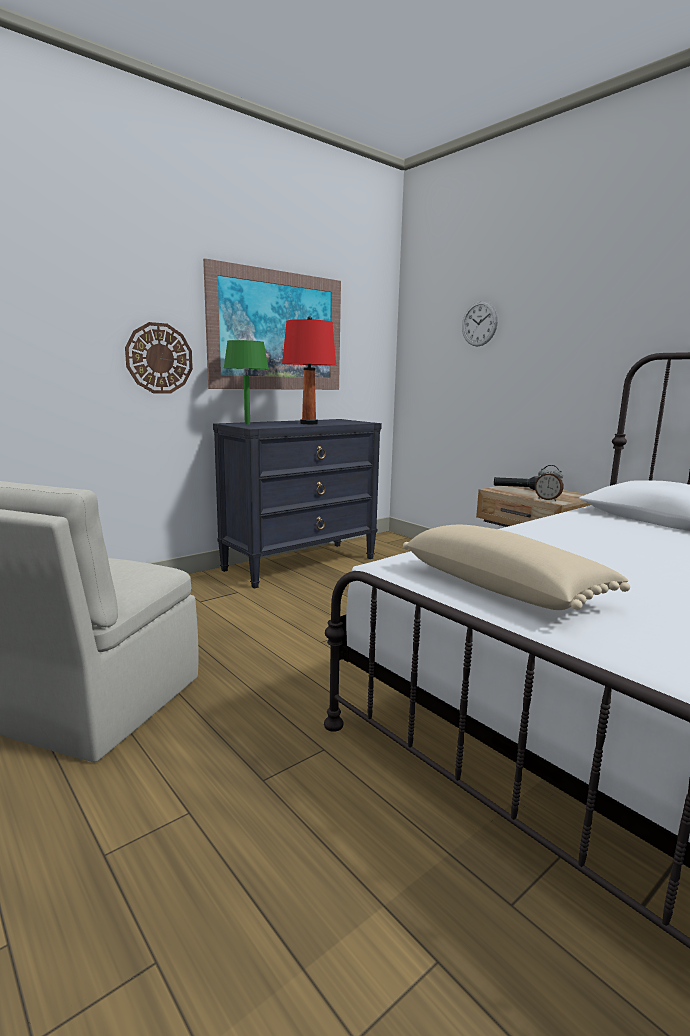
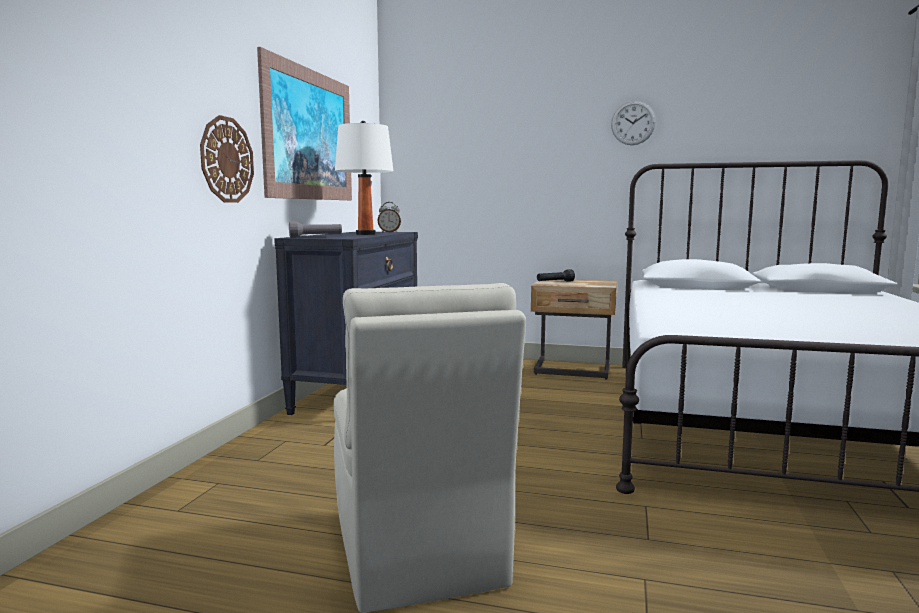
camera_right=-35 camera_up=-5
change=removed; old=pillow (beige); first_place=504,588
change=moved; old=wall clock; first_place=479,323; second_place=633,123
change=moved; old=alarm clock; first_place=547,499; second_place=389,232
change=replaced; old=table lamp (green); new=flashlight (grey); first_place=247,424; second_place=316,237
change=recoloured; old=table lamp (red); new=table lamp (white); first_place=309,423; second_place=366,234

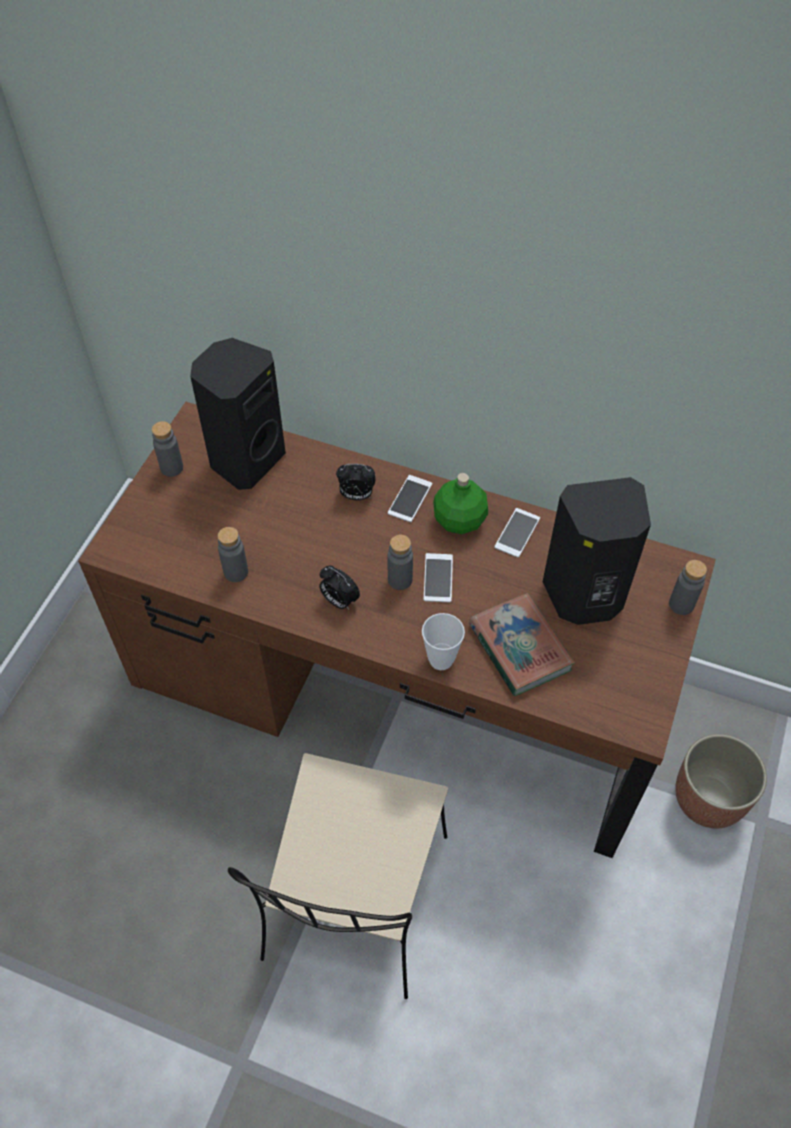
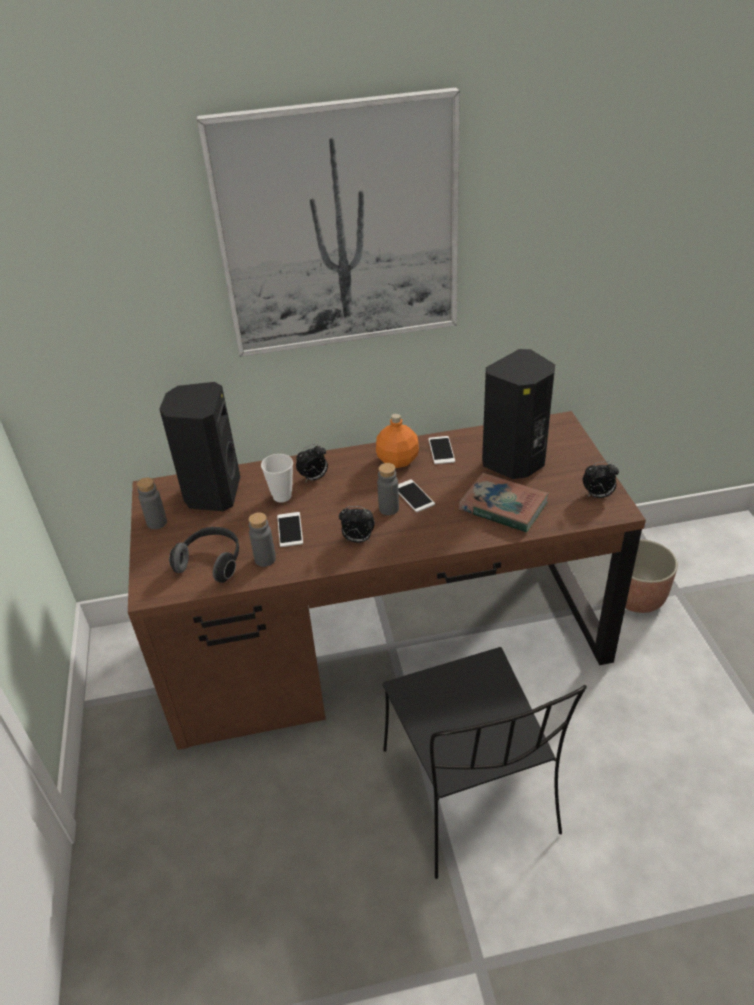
camera_right=-30 camera_up=-15
change=removed; old=bottle (grey); first_place=681,604
change=added; new=headphones; second_place=211,562
change=added; new=picture; second_place=339,229
change=added; new=alarm clock; second_place=597,495
change=moved; old=phone; first_place=410,498; second_place=290,529
change=moved; old=cup; first_place=441,659; second_place=282,496
change=recoloured; old=chair (beige); new=chair (black); first_place=355,902; second_place=471,794
change=recoloured; old=bottle (green); new=bottle (orange); first_place=458,520; second_place=397,460

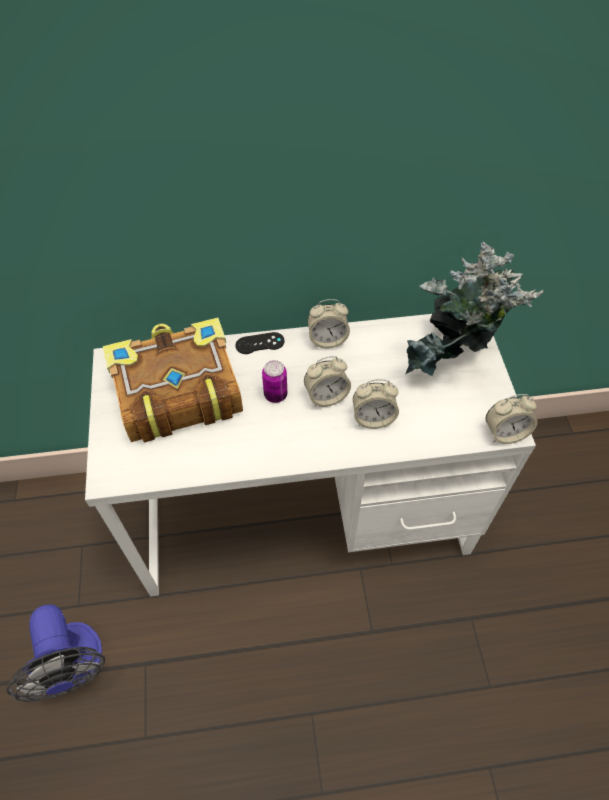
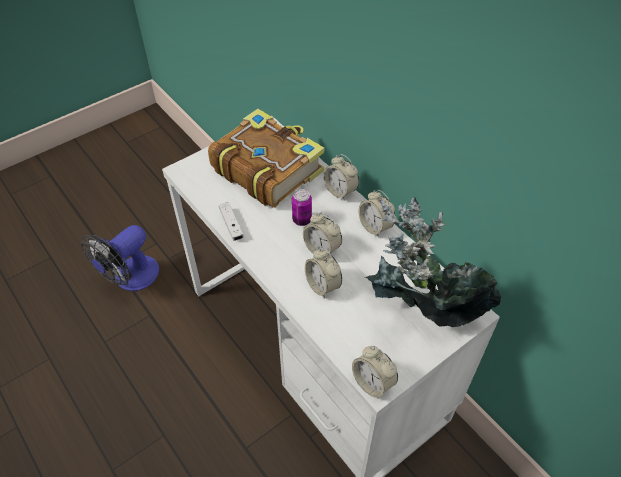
camera_right=60 camera_up=-5
change=added; new=game controller (white); second_place=231,225
change=replaced; old=game controller (black); new=alarm clock; first_place=260,343; second_place=340,191

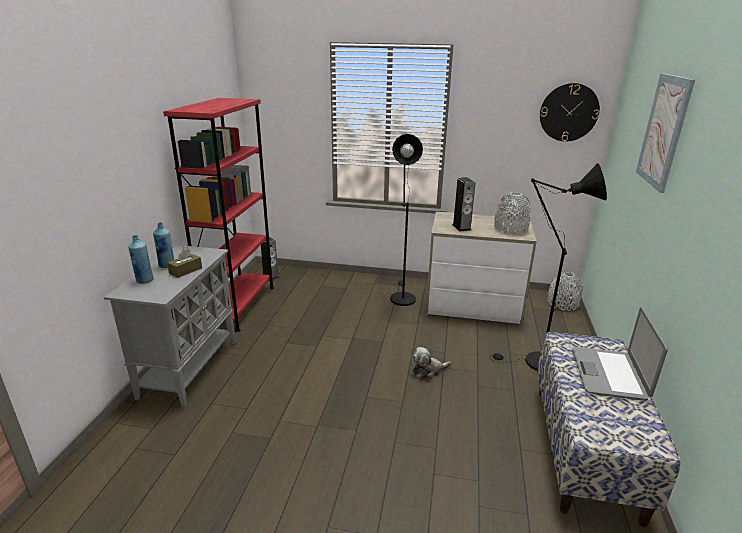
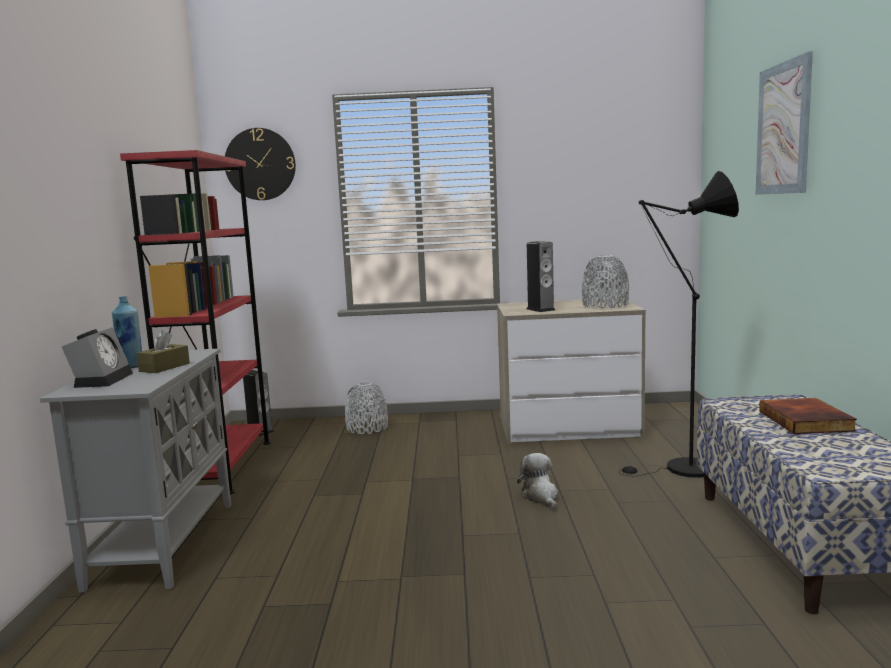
camera_right=-10 camera_up=-15
change=removed; old=floor lamp (black); first_place=401,297
change=moved; old=wall clock; first_place=569,112; second_place=260,164
change=moved; old=vase (grey); first_place=562,303; second_place=367,428
change=replaced; old=bottle (blue); new=alarm clock; first_place=144,280; second_place=102,379
change=replaced; old=laptop; new=book; first_place=609,374; second_place=807,421
change=turned; old=plush toy; first_place=428,371; second_place=540,497; degrees=105

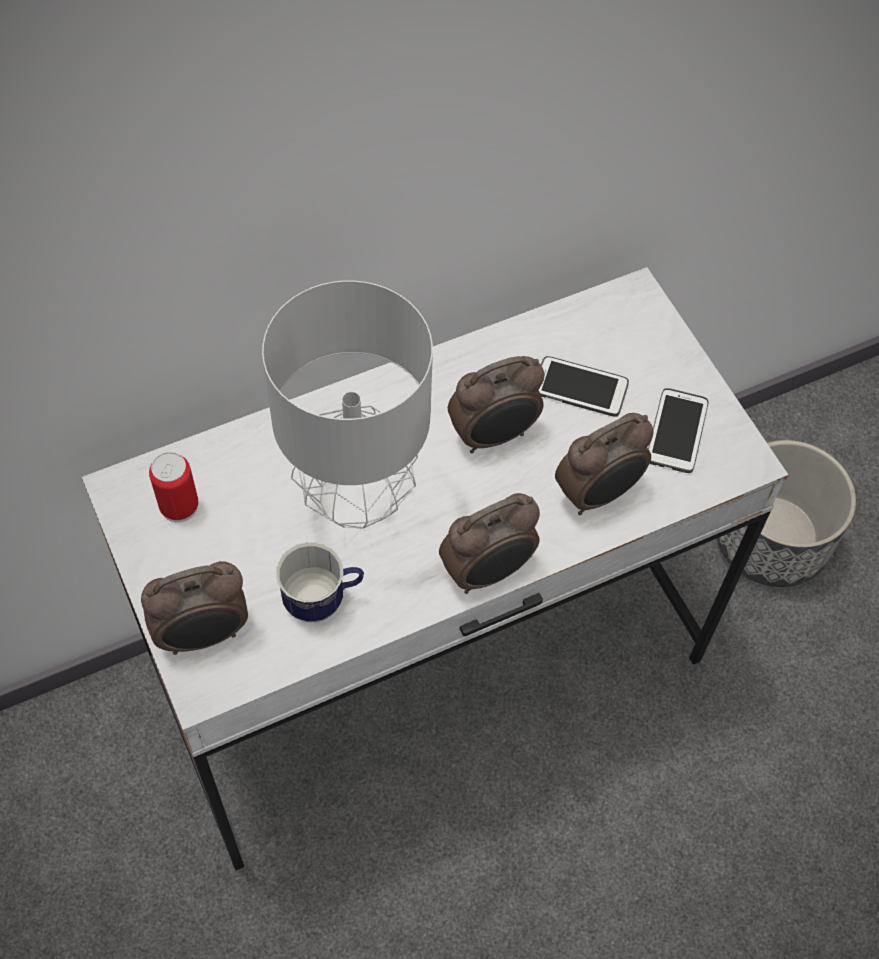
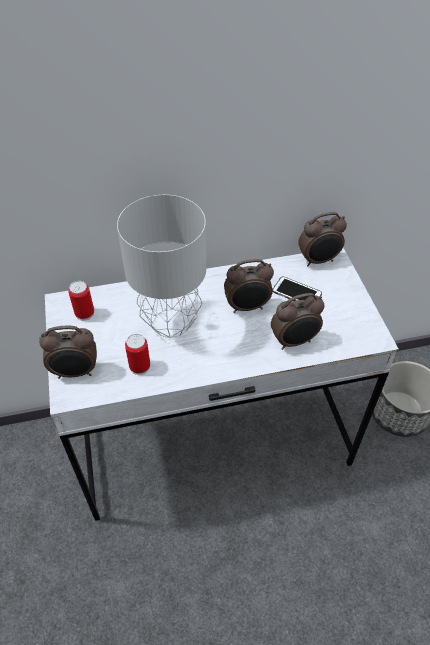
camera_right=15 camera_up=-10
change=removed; old=phone; first_place=677,431
change=moved; old=alarm clock; first_place=488,572; second_place=318,260
change=replaced; old=mug; new=can; first_place=323,600; second_place=140,366

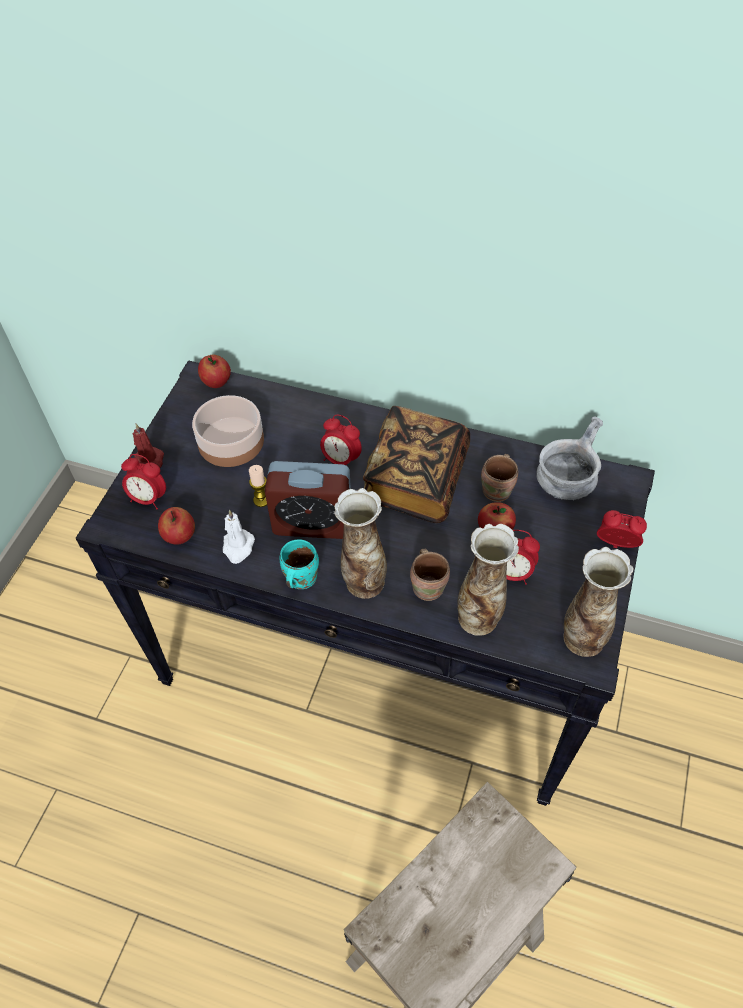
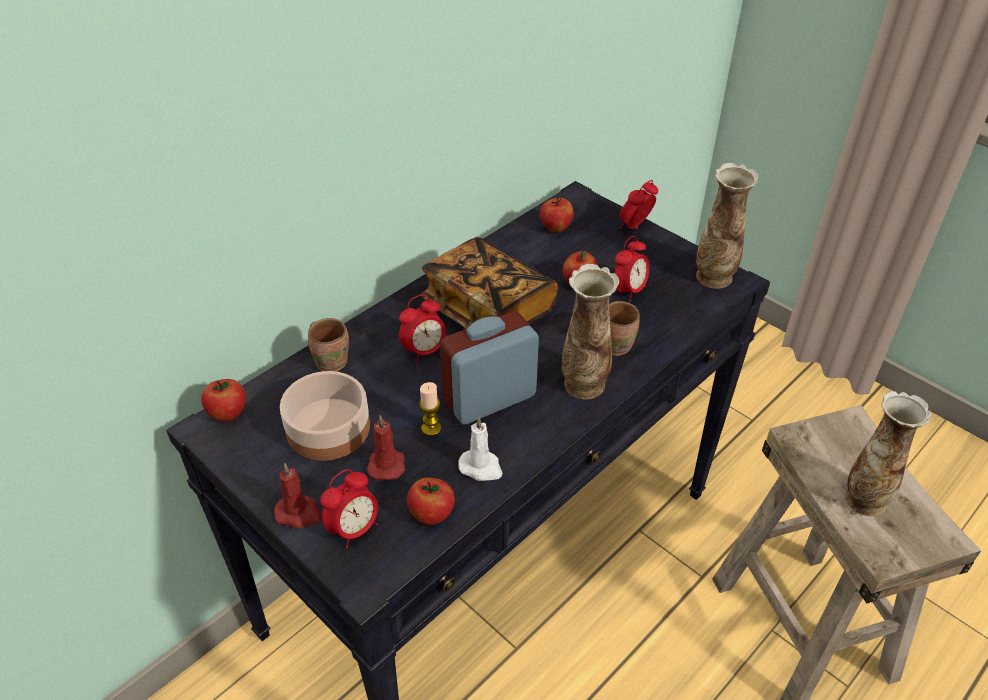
camera_right=-65 camera_up=-10
change=removed; old=mug (turquoise); first_place=299,579
change=added; new=candle (red); second_place=386,464
change=moved; old=vase; first_place=479,617; second_place=864,499
change=moved; old=mug (brown); first_place=498,490; second_place=332,360
change=replaced; old=bowl (grey); new=apple; first_place=564,483; second_place=555,228
change=turned; old=alarm clock; first_place=312,523; second_place=489,398; degrees=-150

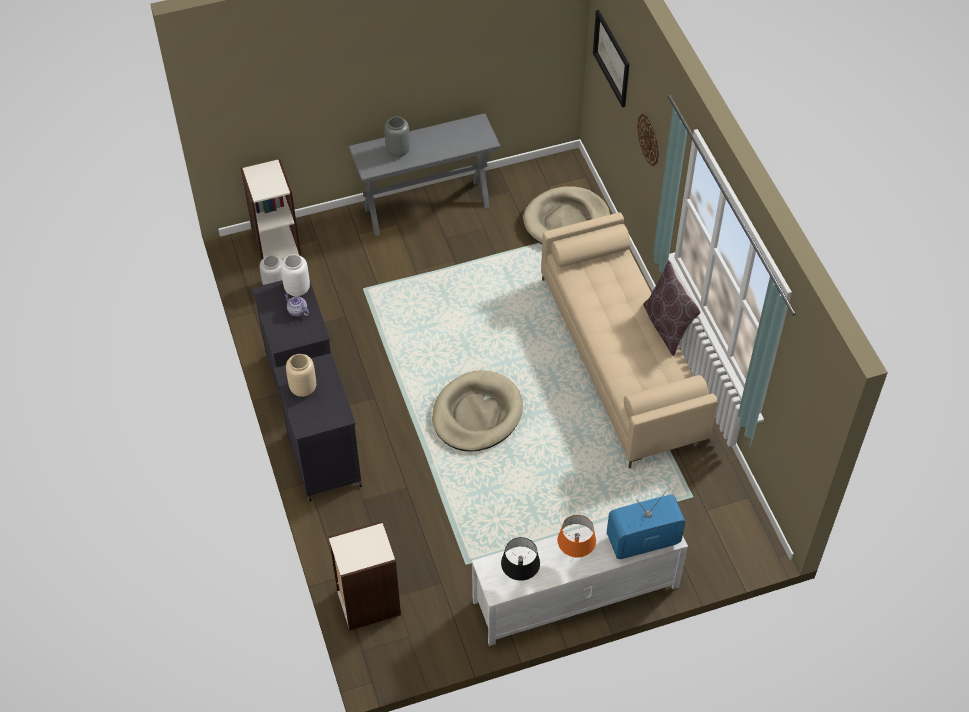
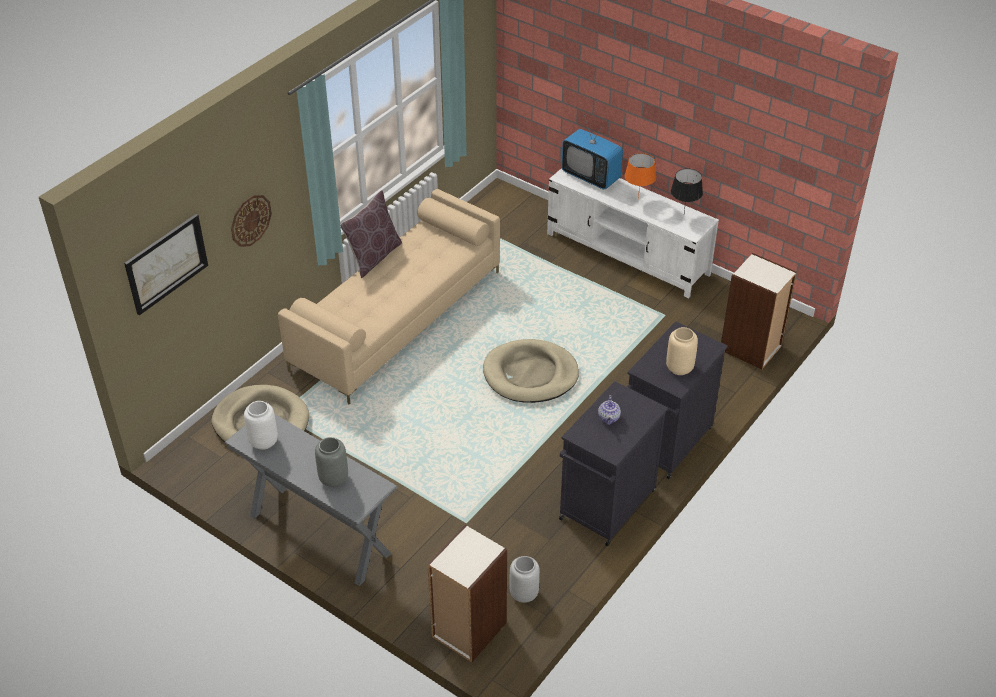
camera_right=-125 camera_up=-10
change=moved; old=vase (white); first_place=296,289; second_place=264,442

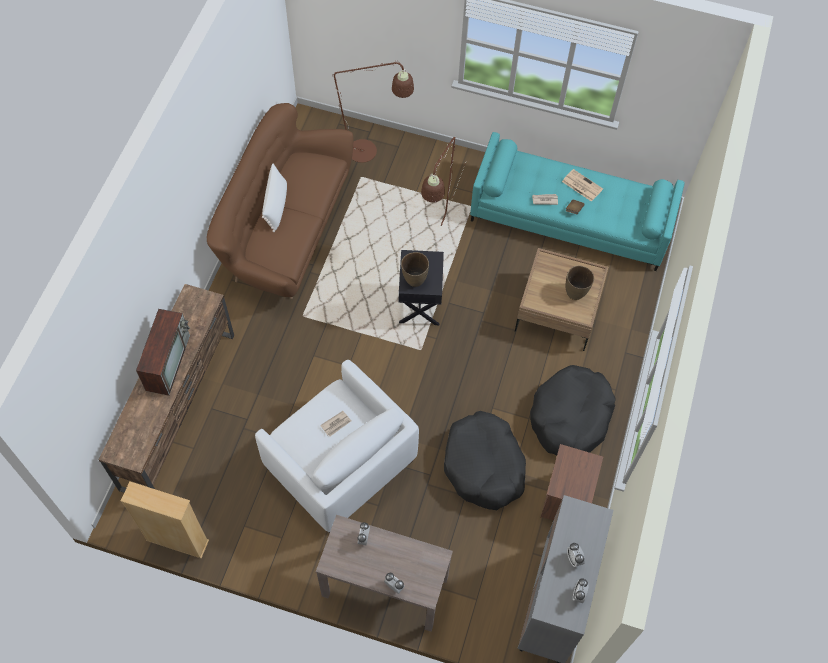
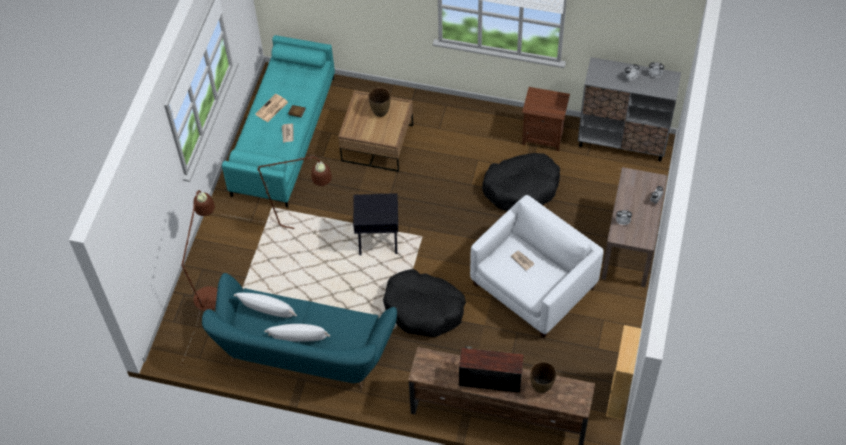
camera_right=-90 camera_up=-5
change=added; new=pillow (white); second_place=267,310
change=moved; old=vase (brown); first_place=414,280; second_place=541,386
change=moved; old=dog bed (black); first_place=570,417; second_place=424,308
change=recoloured; old=sofa (brown); new=sofa (turquoise); first_place=285,231; second_place=303,353

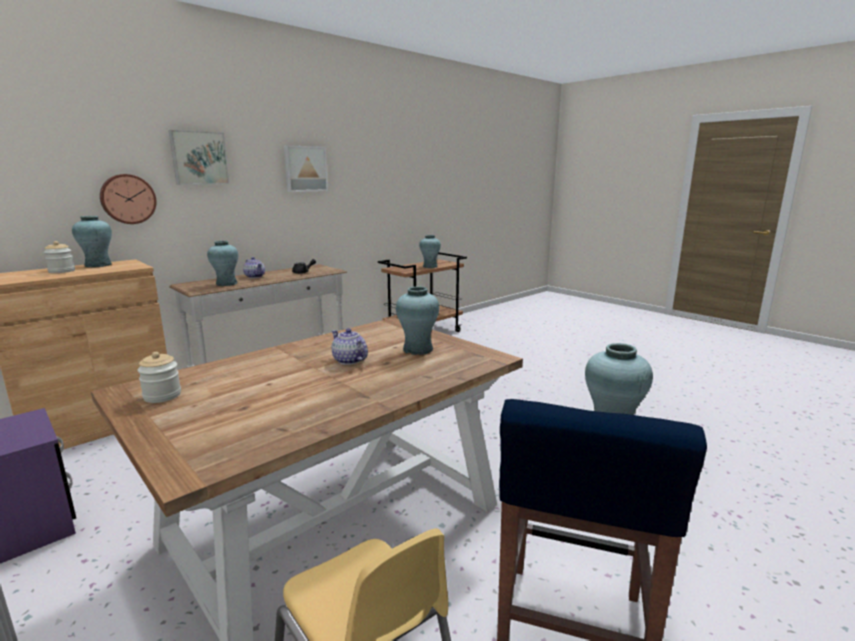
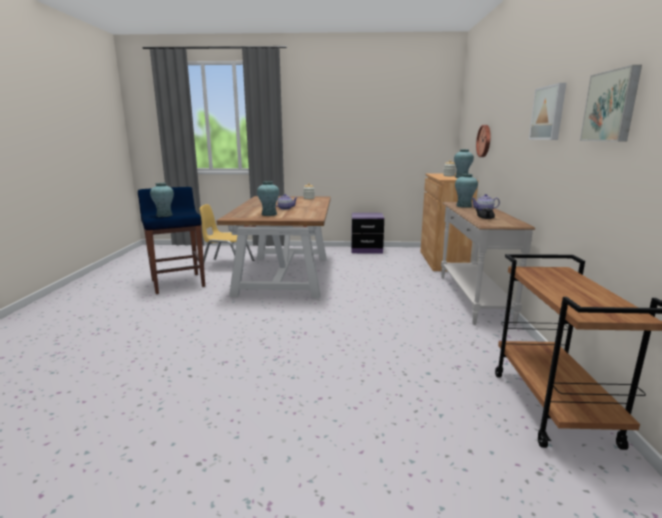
camera_right=135 camera_up=0
change=removed; old=vase (turquoise); first_place=430,266
change=moved; old=picture; first_place=199,158; second_place=612,106

